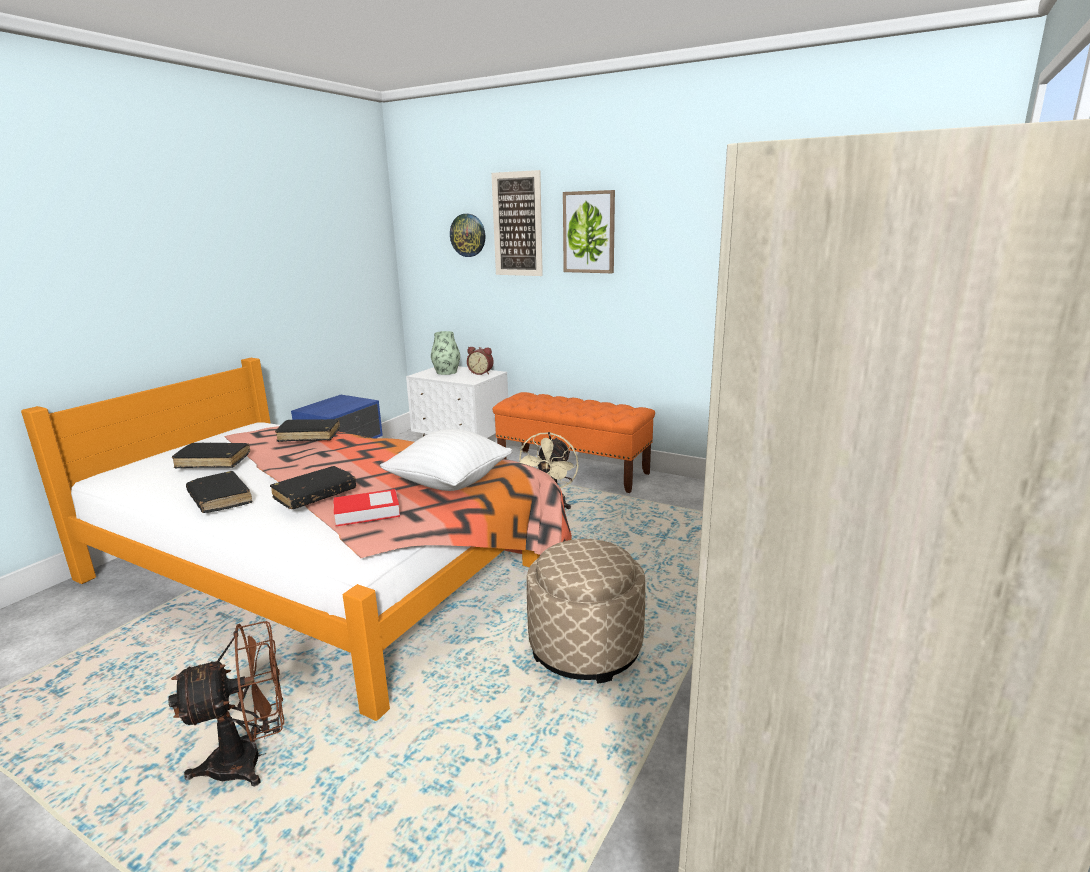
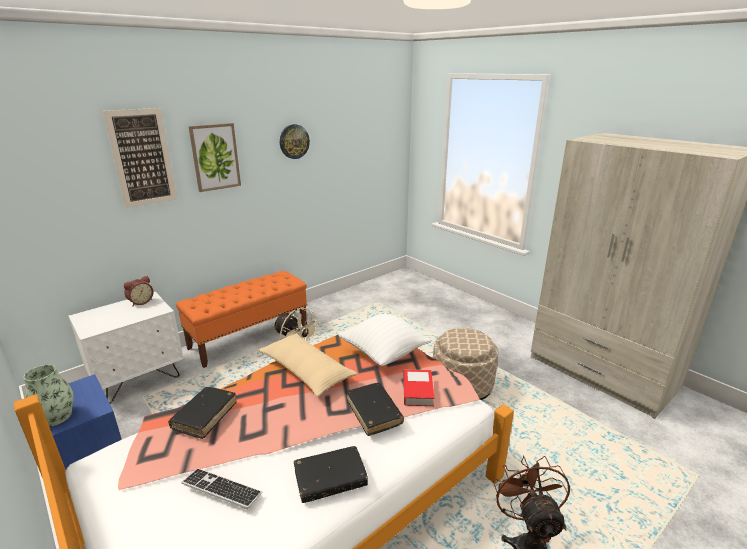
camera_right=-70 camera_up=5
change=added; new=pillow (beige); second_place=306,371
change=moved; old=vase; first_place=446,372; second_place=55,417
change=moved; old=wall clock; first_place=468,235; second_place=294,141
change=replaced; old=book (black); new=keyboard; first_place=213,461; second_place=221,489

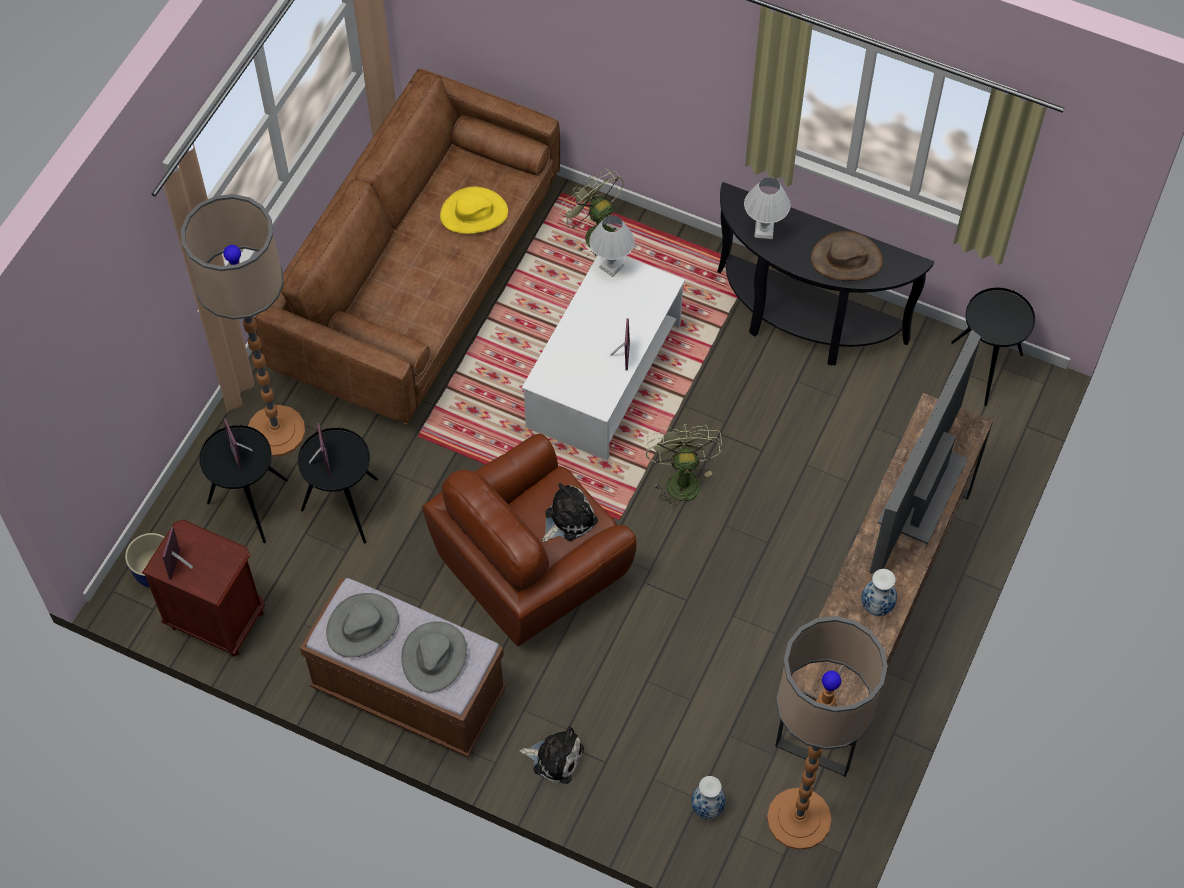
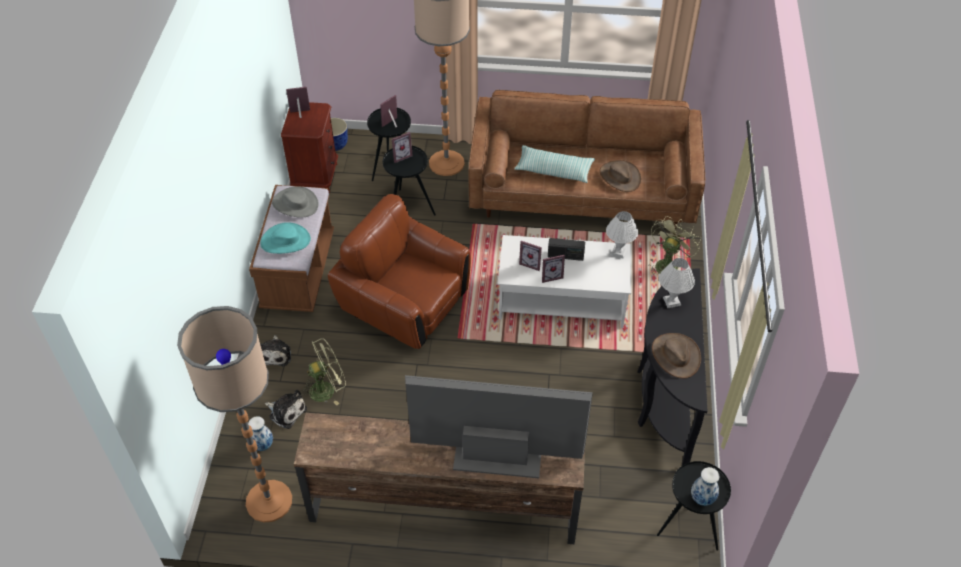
camera_right=70 camera_up=-10
change=added; new=pillow; second_place=554,170
change=added; new=picture frame; second_place=531,263
change=added; new=radio; second_place=565,256
change=moved; old=plush toy; first_place=568,519; second_place=286,412
change=moved; old=fan (green); first_place=681,479; second_place=327,388
change=moved; old=vase; first_place=876,606; second_place=702,498
change=recoloured; old=hat (grey); new=hat (turquoise); first_place=434,657; second_place=285,241
change=recoloured; old=hat (yellow); new=hat (brown); first_place=474,214; second_place=619,177

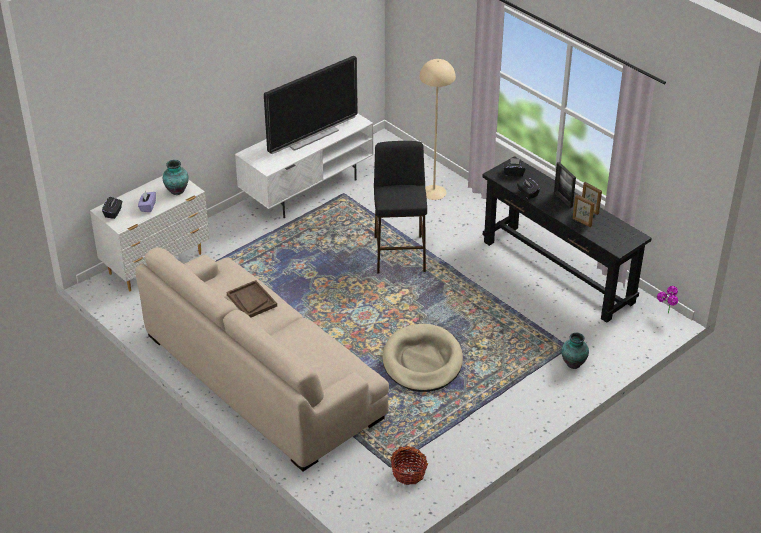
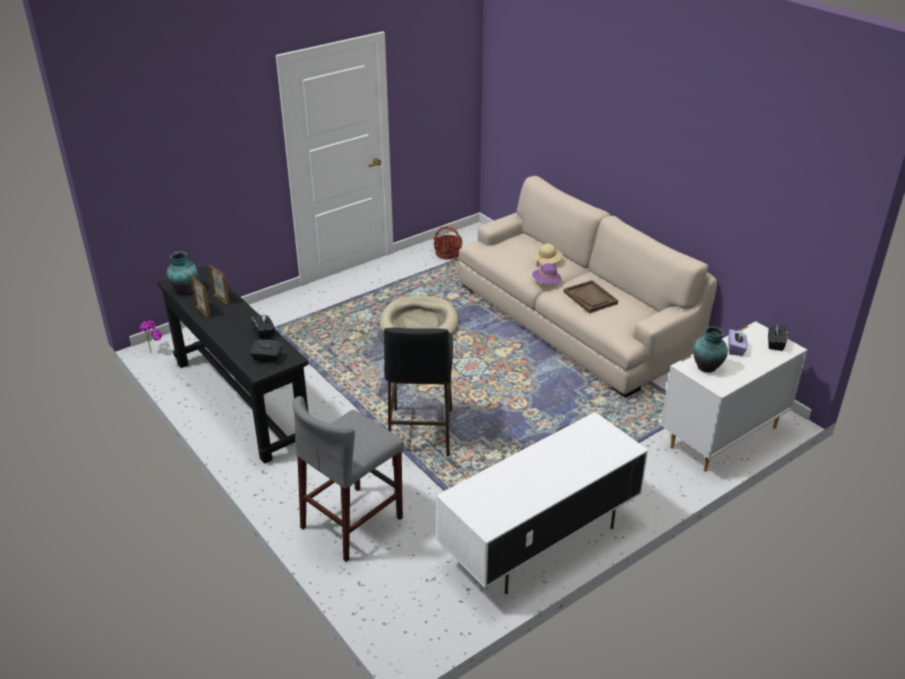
camera_right=-175 camera_up=-5
change=removed; old=television; first_place=311,136
change=removed; old=picture frame; first_place=563,199
change=added; new=hat (purple); second_place=546,282
change=added; new=hat (beige); second_place=547,262
change=moved; old=vase; first_place=573,363; second_place=184,289
change=replaced; old=floor lamp (beige); new=stool (grey); first_place=434,192; second_place=352,522

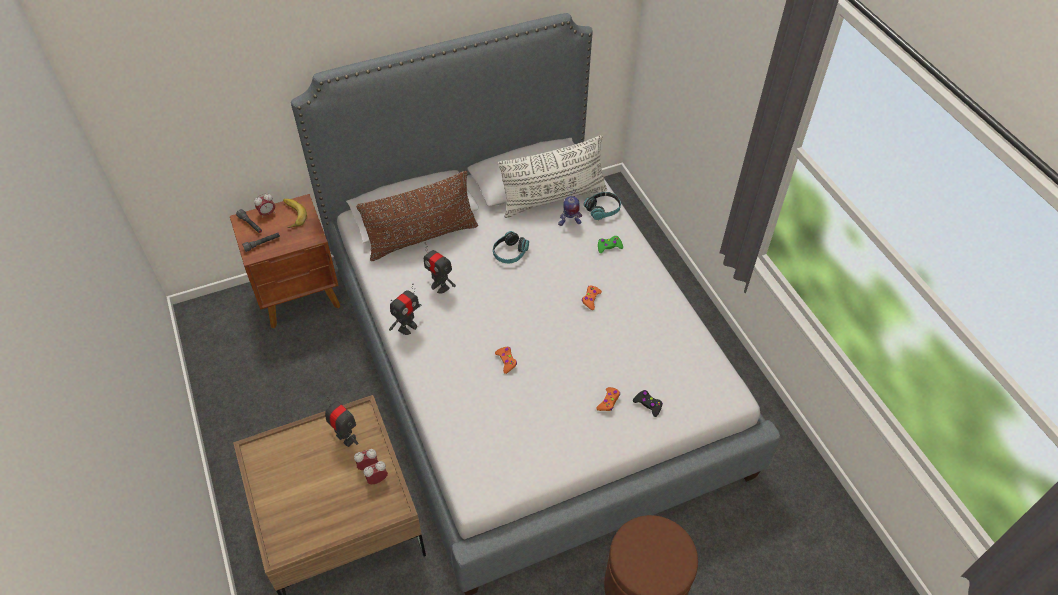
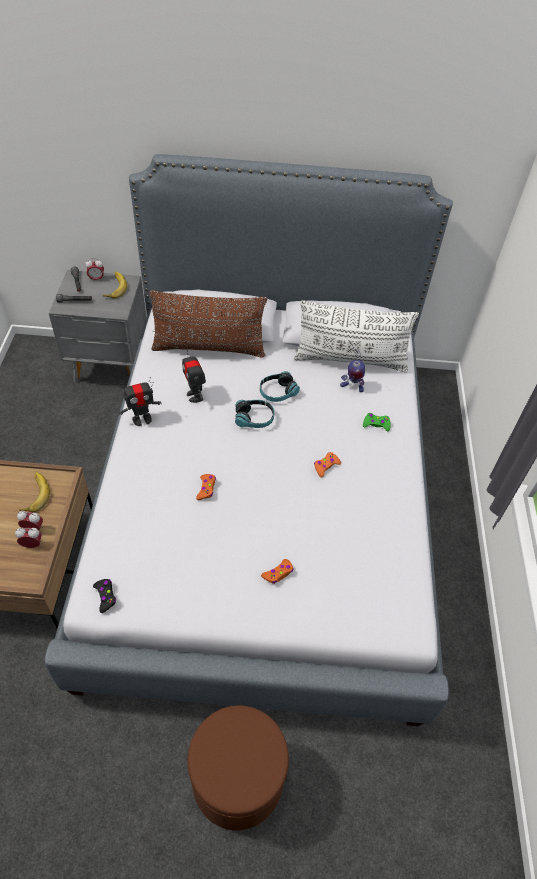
camera_right=25 camera_up=0
change=moved; old=headphones; first_place=602,209; second_place=254,418
change=moved; old=game controller (black); first_place=648,404; second_place=105,596
change=replaced; old=toy robot; new=banana; first_place=346,438; second_place=34,494
change=recoloured; old=nightstand (brown); new=nightstand (grey); first_place=300,296; second_place=112,366

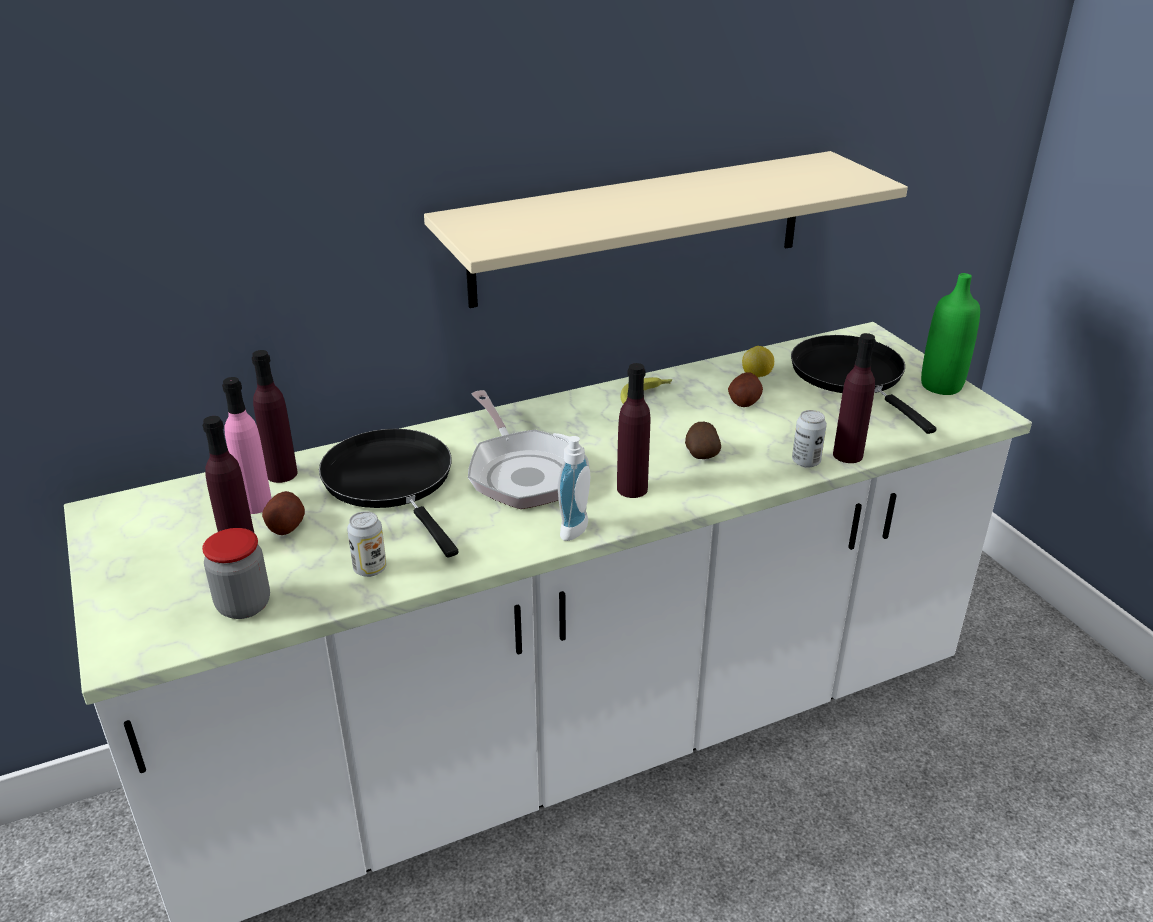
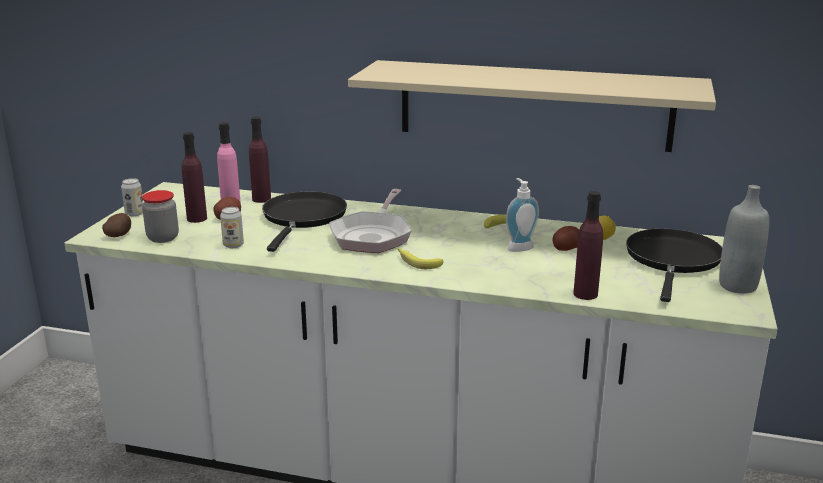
camera_right=40 camera_up=-10
change=moved; old=soap dispenser; first_place=569,527; second_place=518,247
change=moved; old=potato; first_place=701,453; second_place=119,235
change=moved; old=can; first_place=806,461; second_place=134,213
change=replaced; old=bottle (purple); new=banana; first_place=632,489; second_place=417,262
change=recoloured; old=bottle (green); new=bottle (grey); first_place=941,386; second_place=737,286

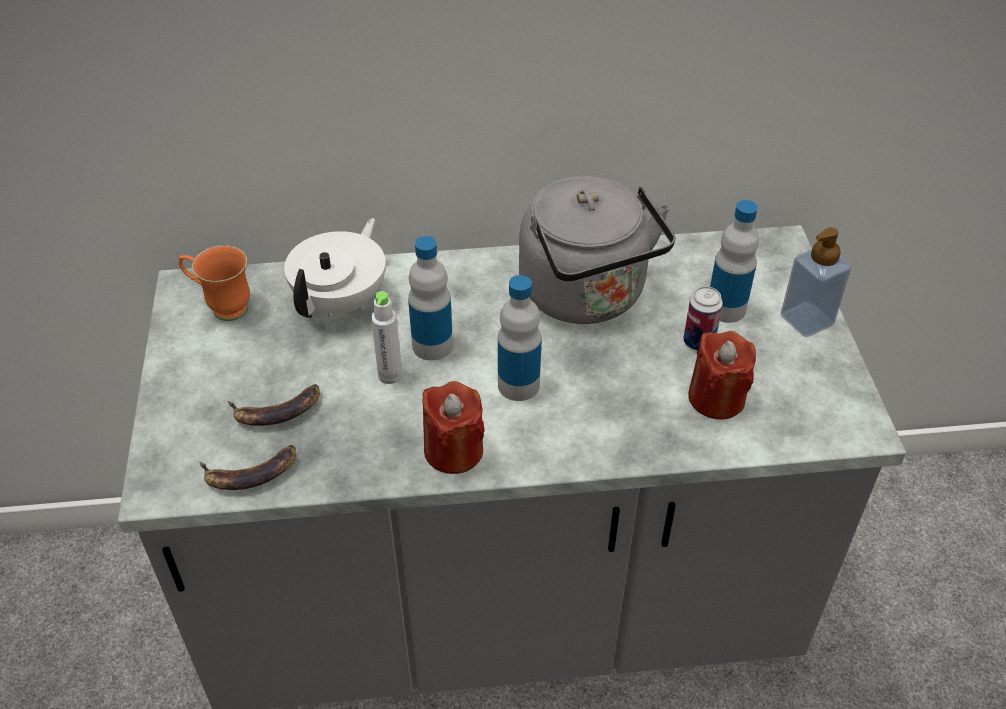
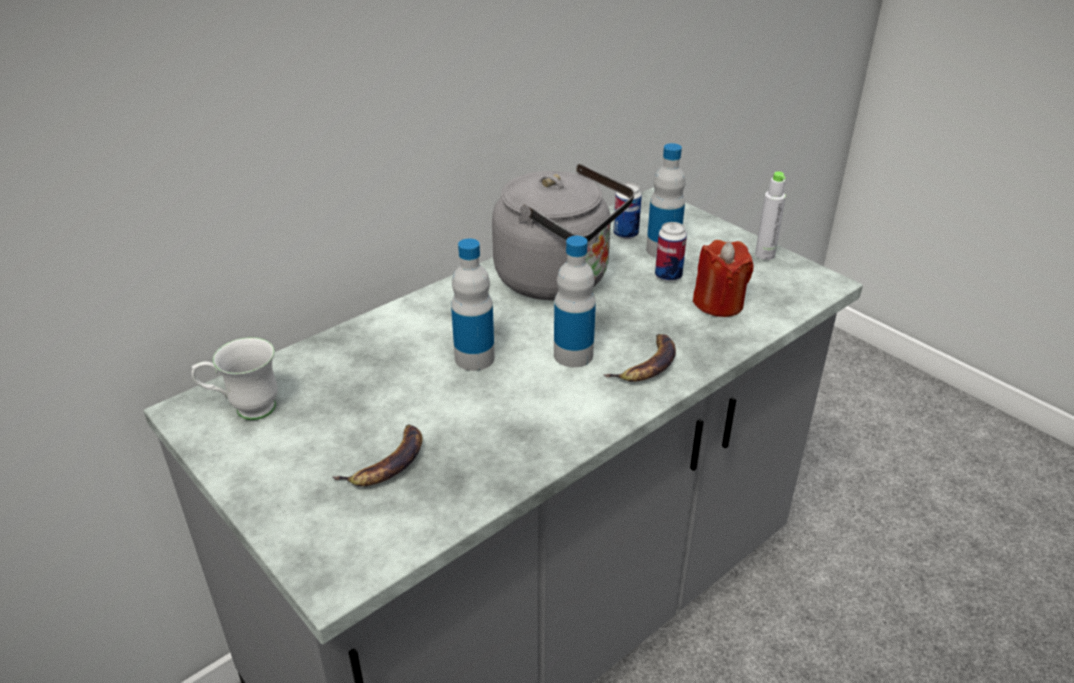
camera_right=-35 camera_up=-10
change=removed; old=teapot (white); first_place=342,301
change=removed; old=candle (red); first_place=453,451
change=removed; old=soap dispenser; first_place=806,320
change=added; new=can; second_place=625,234
change=moved; old=banana; first_place=251,472; second_place=647,364
change=moved; old=bottle (grey); first_place=390,375; second_place=764,255
change=recoloured; old=mug (orange); new=mug (white); first_place=221,307; second_place=245,410

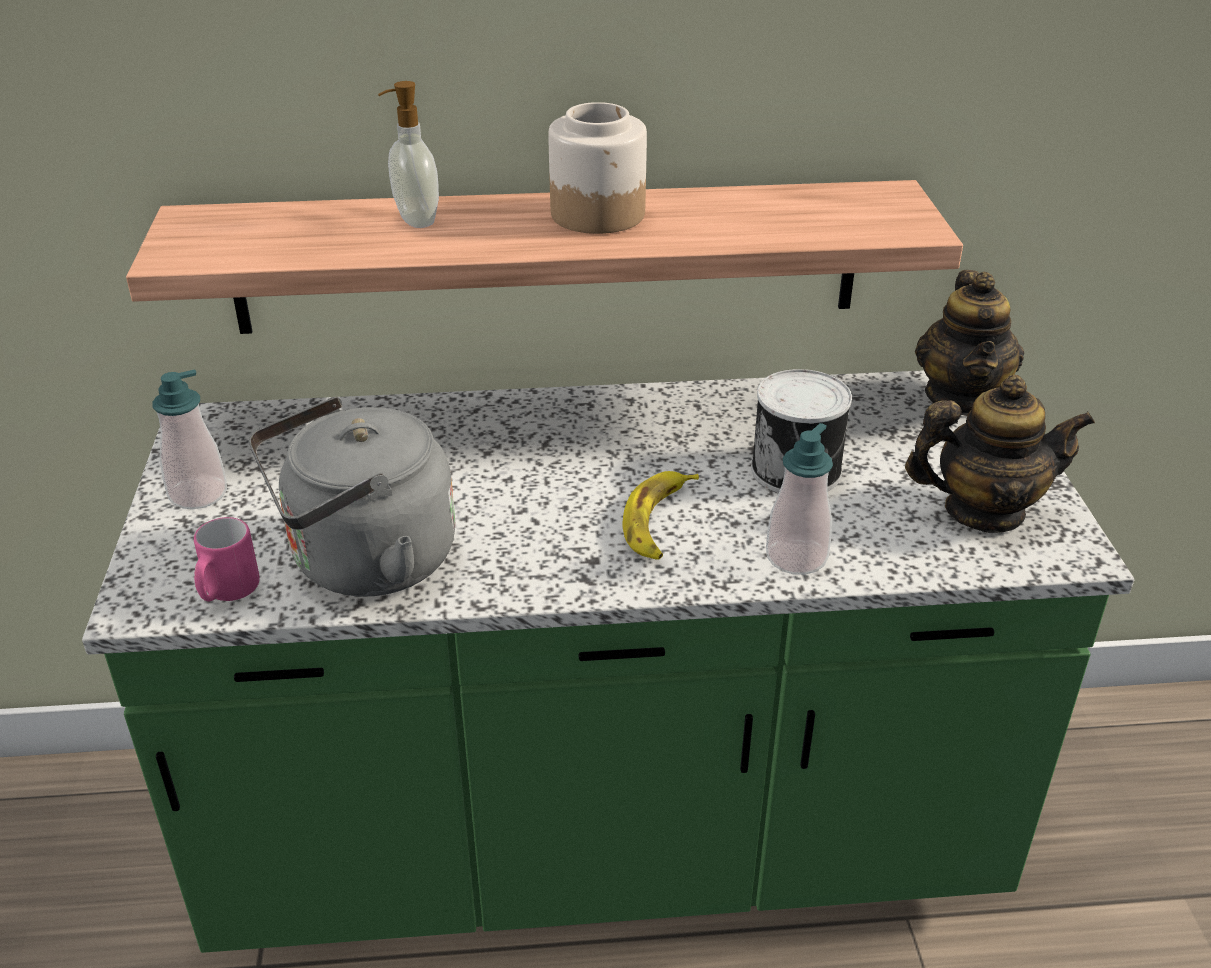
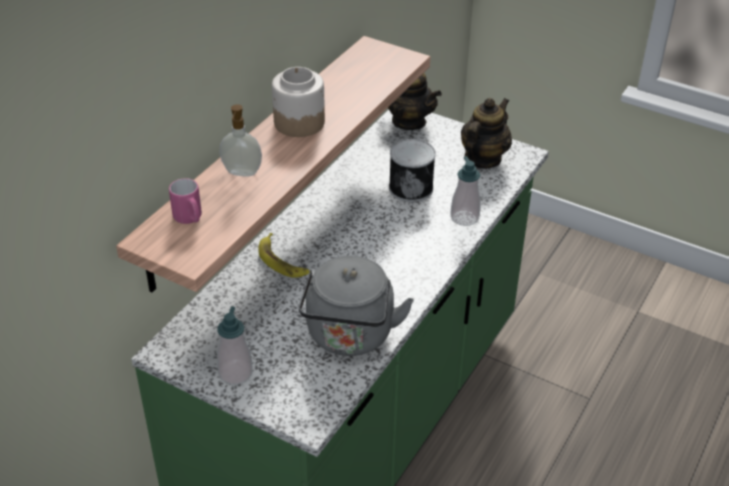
camera_right=-55 camera_up=5
change=moved; old=mug (pink); first_place=227,593; second_place=190,219
change=moved; old=banana; first_place=658,521; second_place=282,261

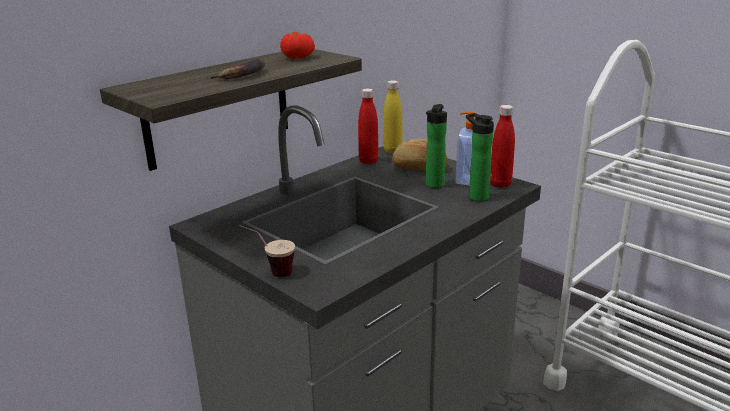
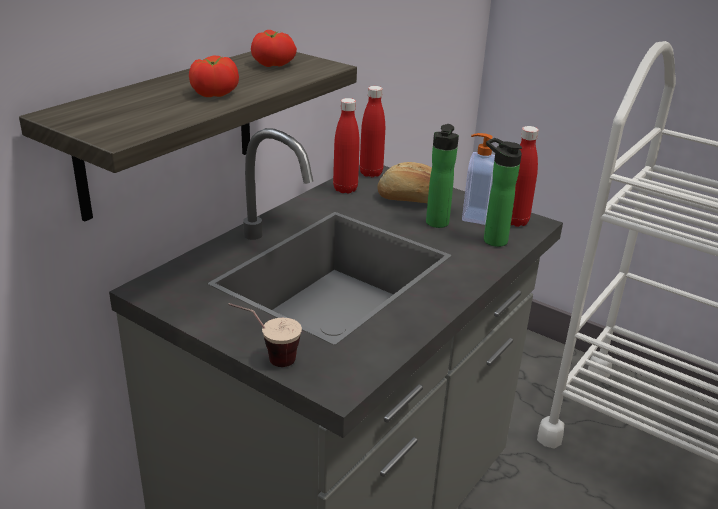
camera_right=-10 camera_up=5
change=replaced; old=banana; new=tomato; first_place=242,74; second_place=213,93
change=recoloured; old=bottle (yellow); new=bottle (red); first_place=392,151; second_place=371,173

